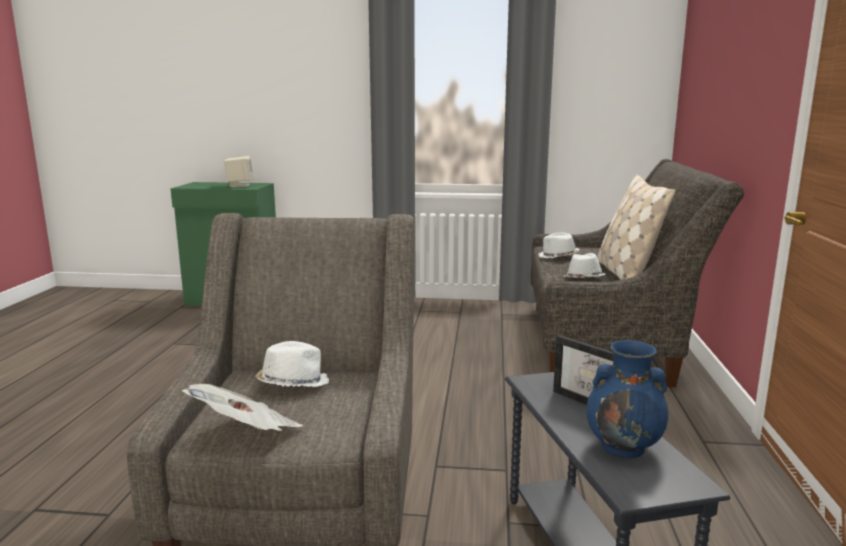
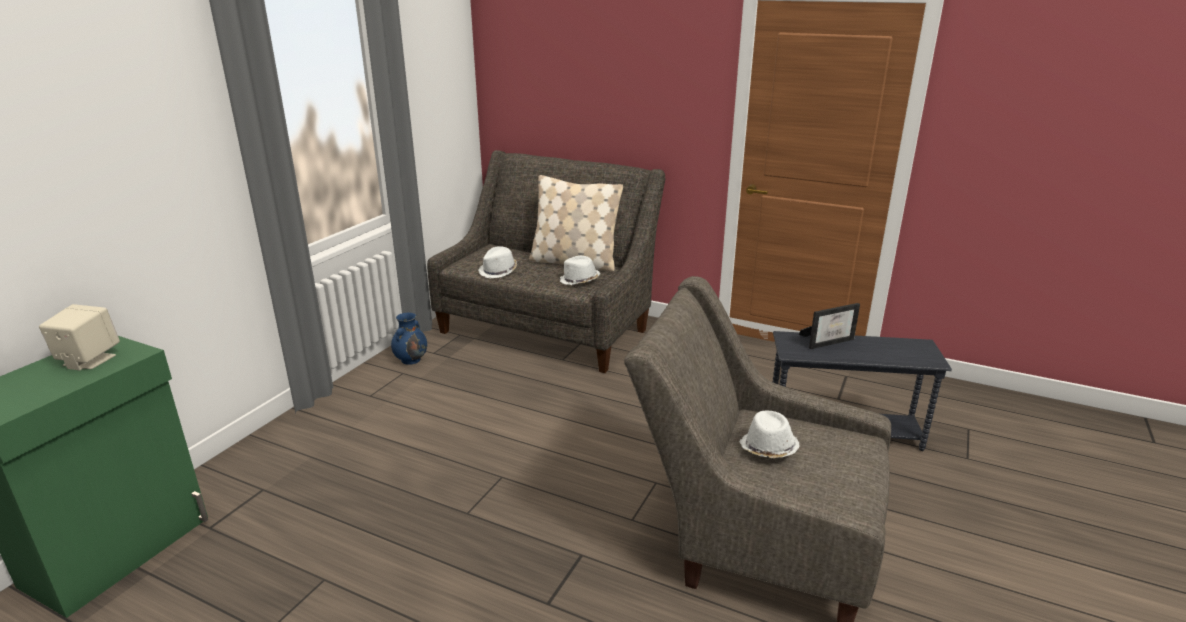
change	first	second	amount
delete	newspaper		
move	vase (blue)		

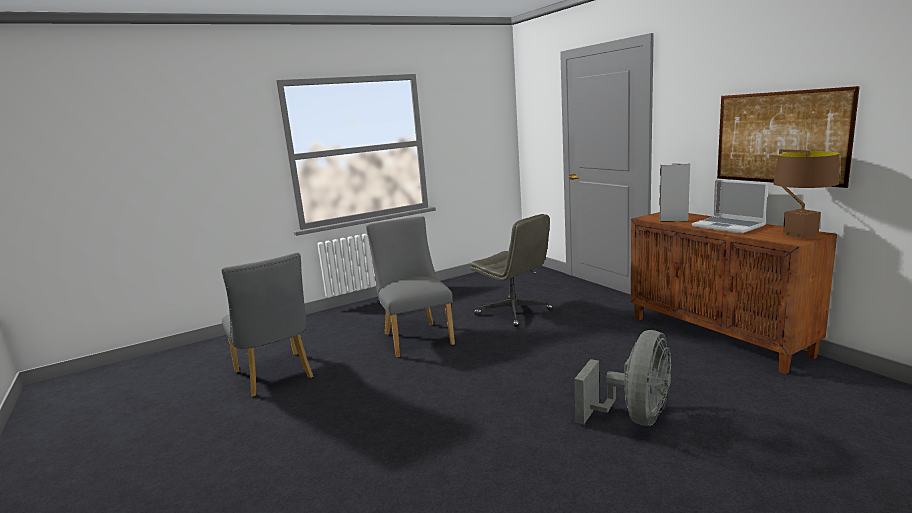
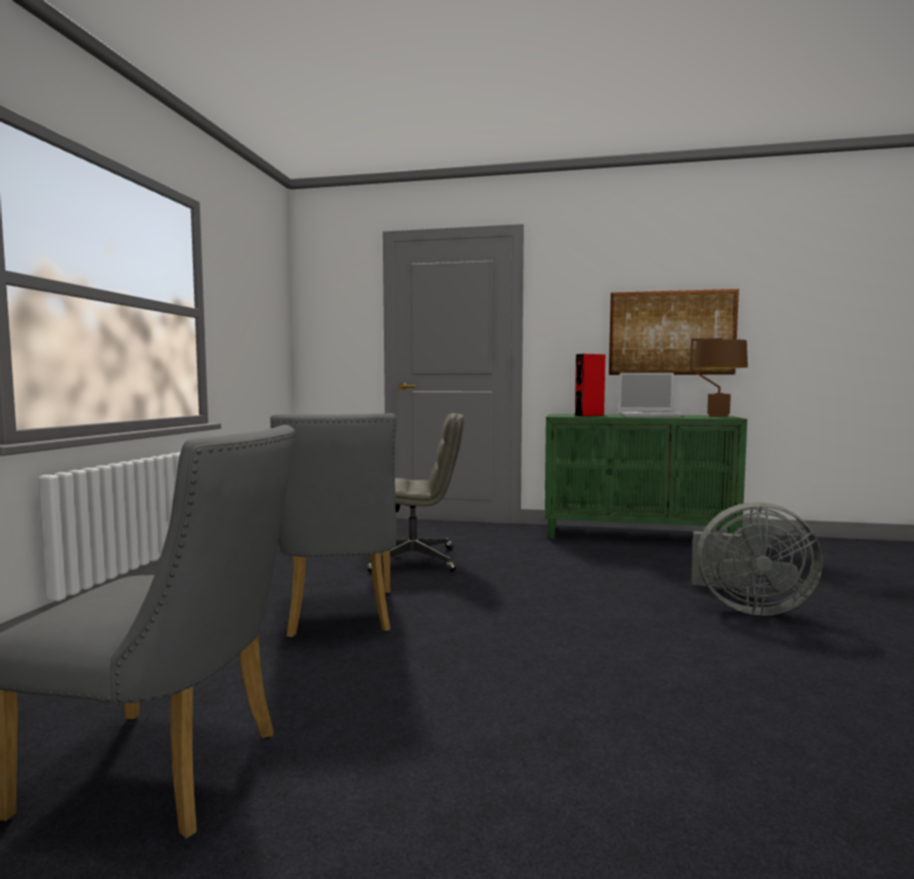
change	first	second	amount
recolor	cabinet (brown)	cabinet (green)	
recolor	speaker (grey)	speaker (red)	
rotate	chair (grey) (2nd from left)		120 degrees counterclockwise
rotate	fan (grey)		120 degrees clockwise

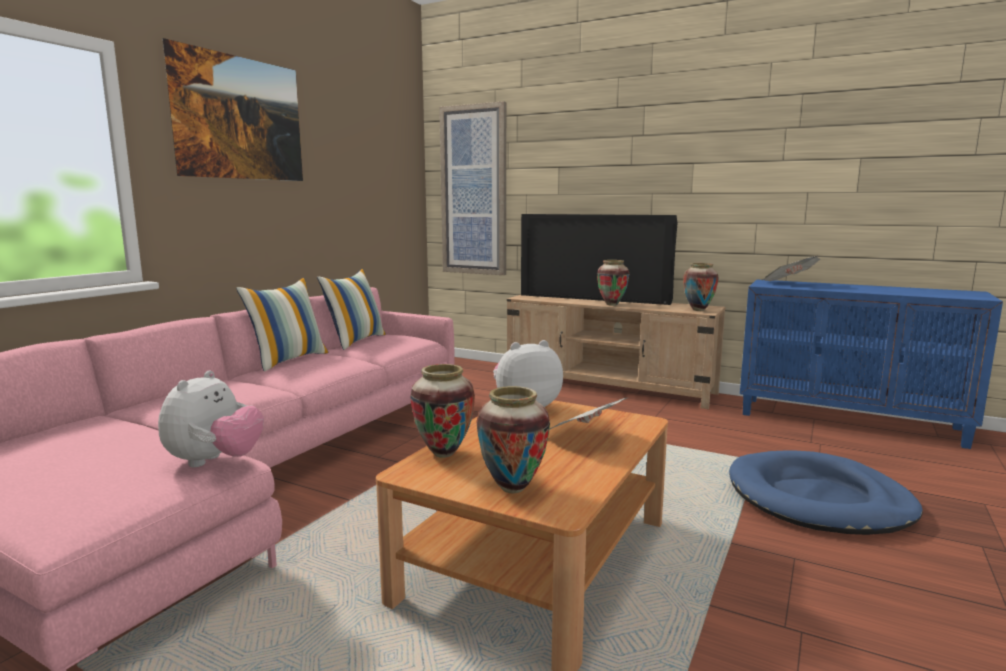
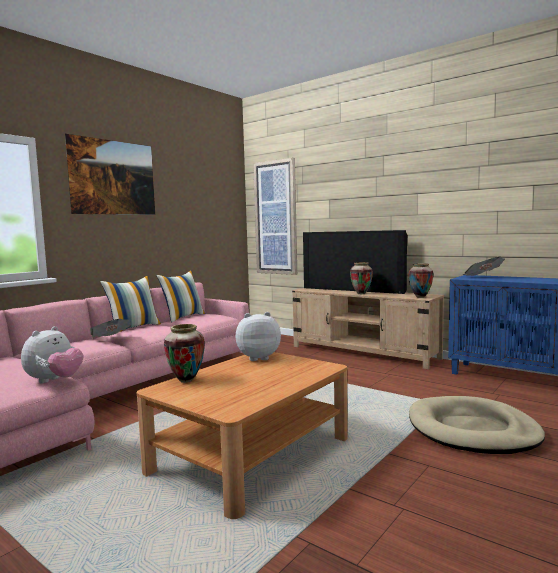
change	first	second	amount
delete	vase (2nd from left)		
move	newspaper (1st from left)		
recolor	dog bed (blue)	dog bed (beige)	

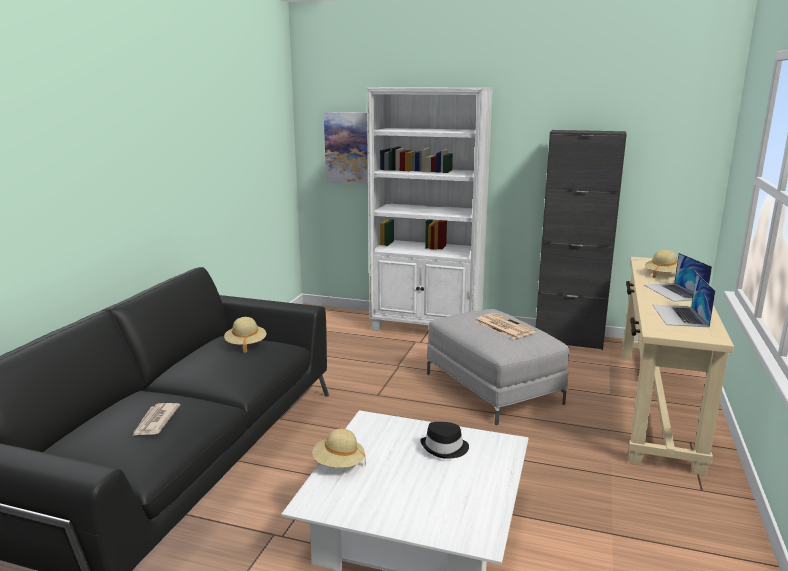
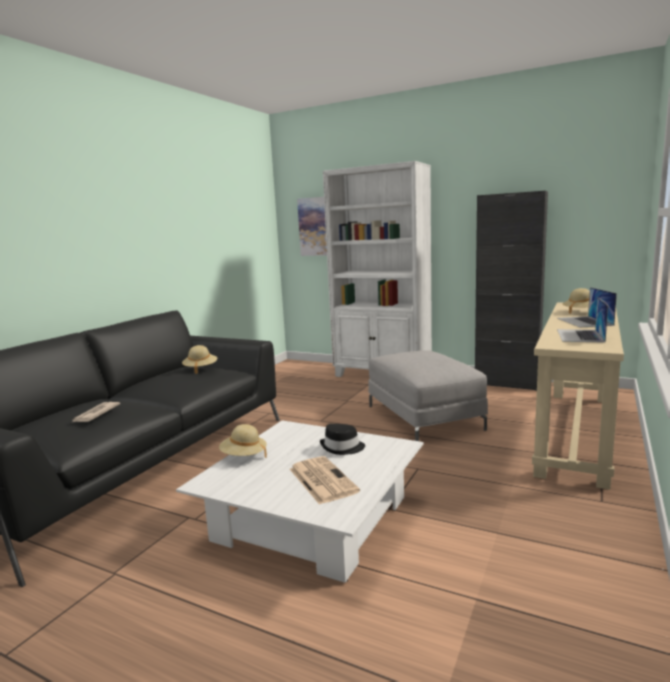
change	first	second	amount
move	newspaper (2nd from left)		

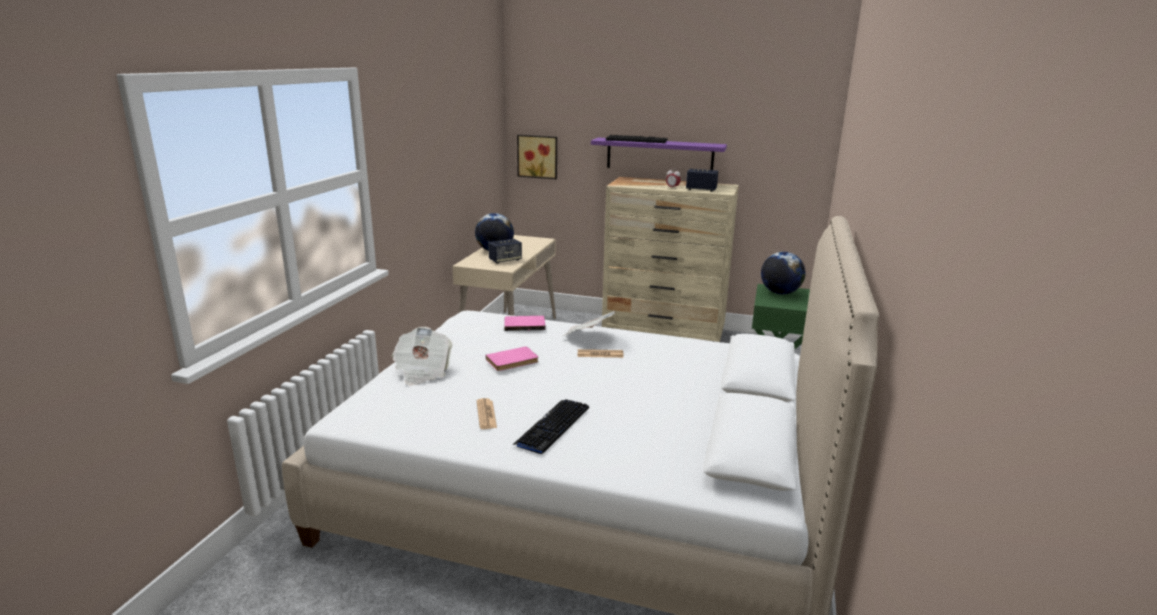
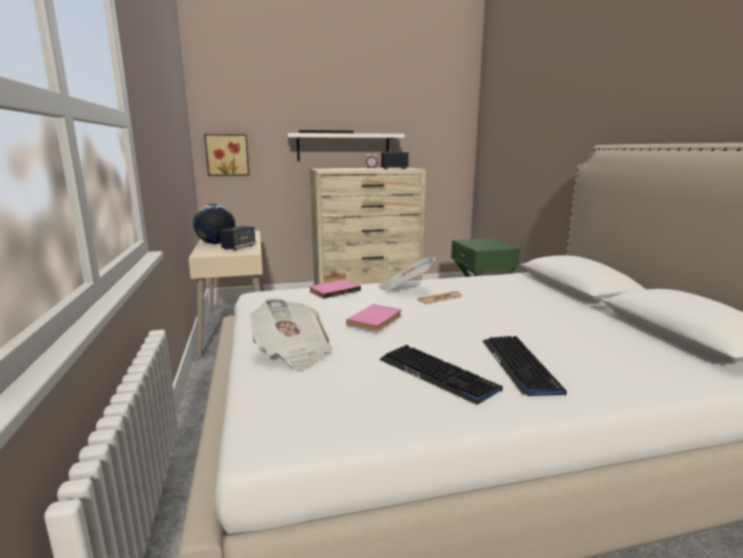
change	first	second	amount
delete	globe (2nd from left)		
replace	newspaper (2nd from left)	keyboard (2nd from left)	
recolor	shelf (purple)	shelf (white)	

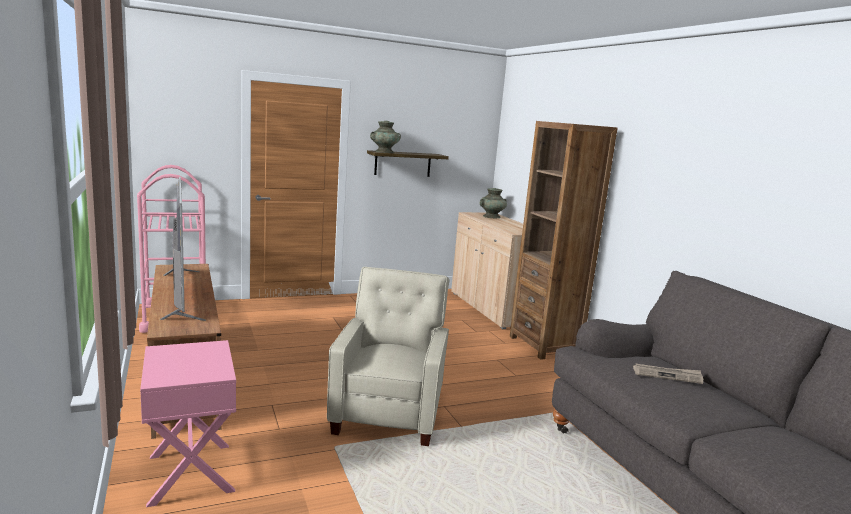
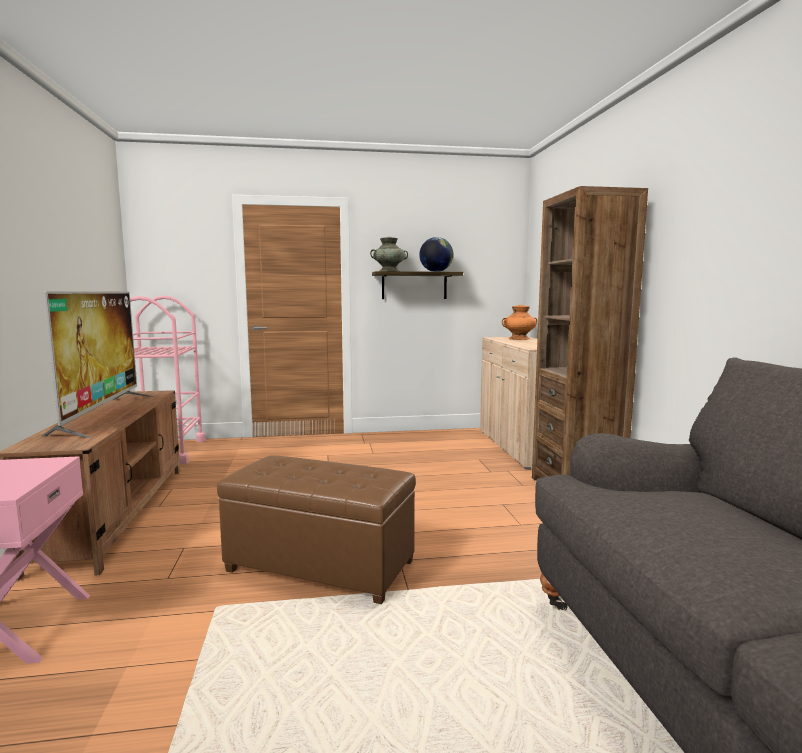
change	first	second	amount
delete	newspaper		
insert		globe	
replace	armchair (beige)	ottoman (brown)	
recolor	vase (turquoise) (2nd from left)	vase (orange)	

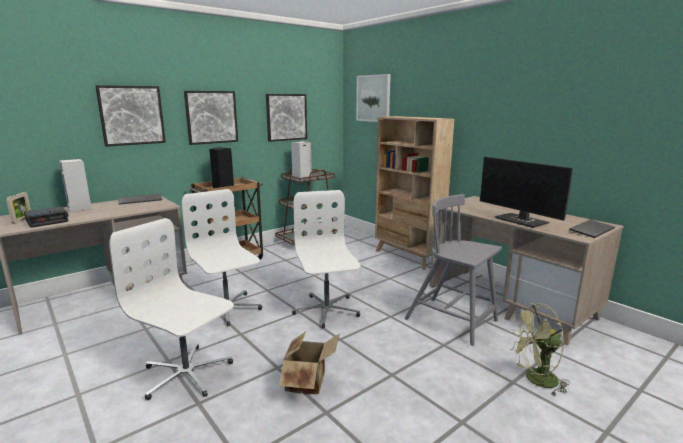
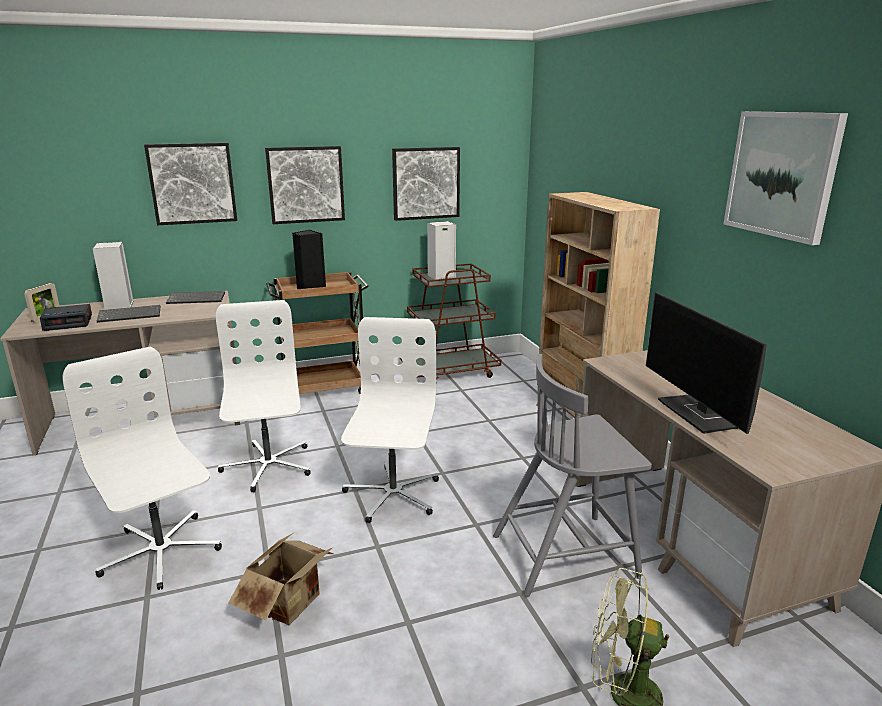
change	first	second	amount
move	picture (4th from left)		
move	keyboard (2nd from left in the first image)	keyboard (1st from left)	
rotate	chair (grey)		75 degrees counterclockwise

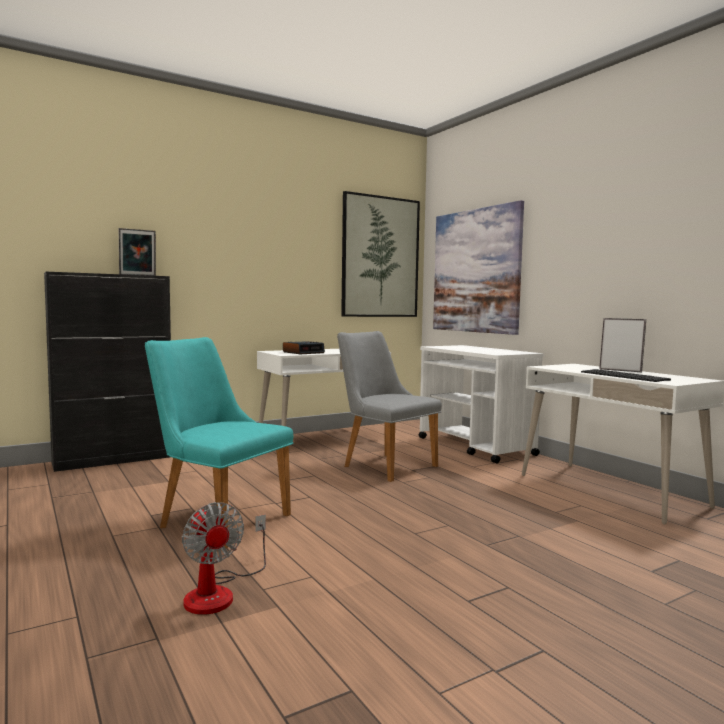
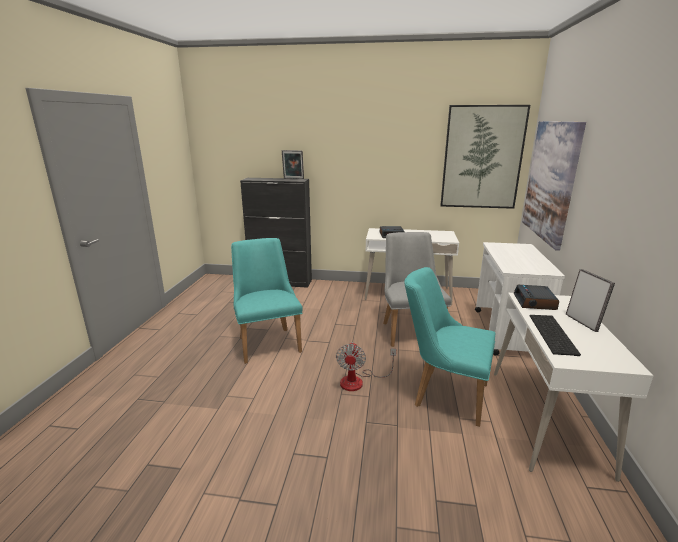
change	first	second	amount
insert		chair (turquoise) (2nd from left)	
insert		alarm clock (2nd from left)	
move	fan		

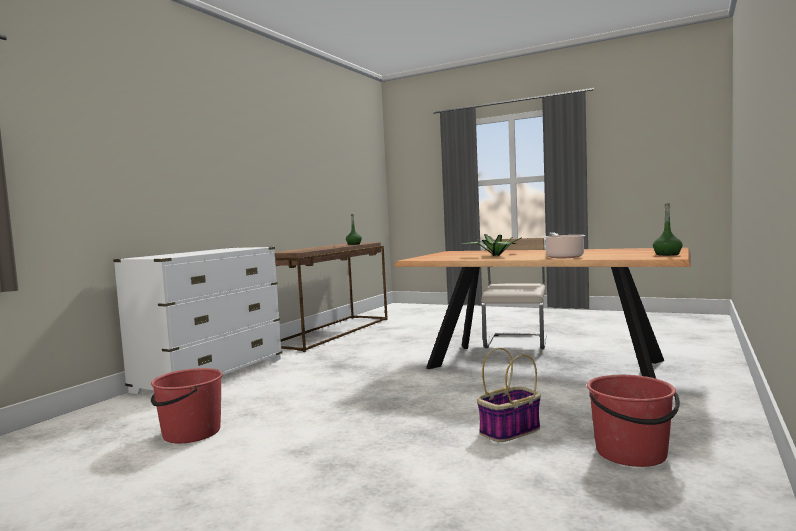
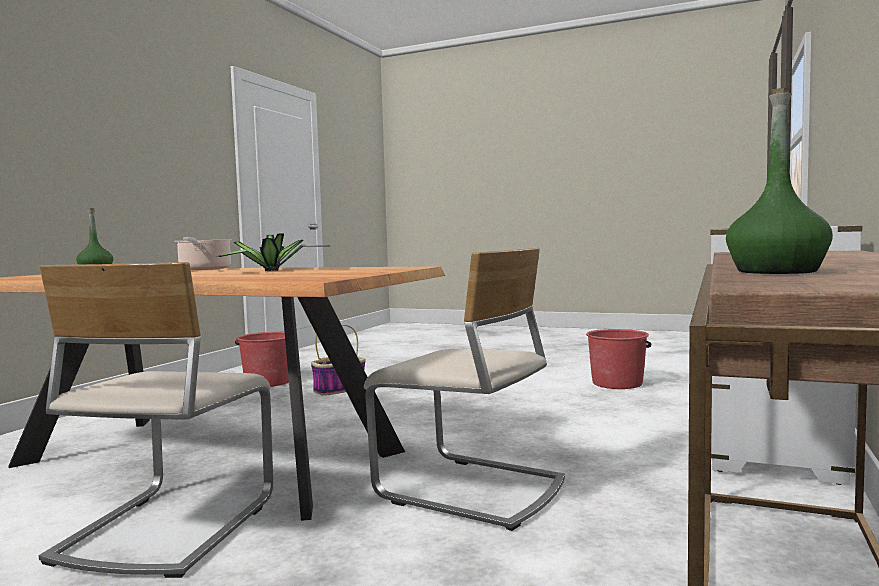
change	first	second	amount
insert		chair (beige) (2nd from left)	

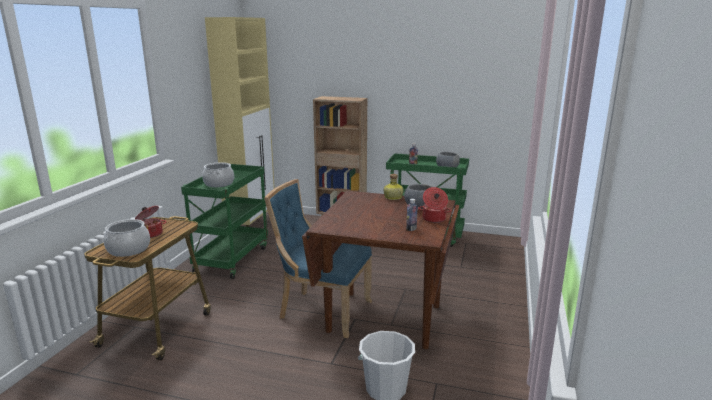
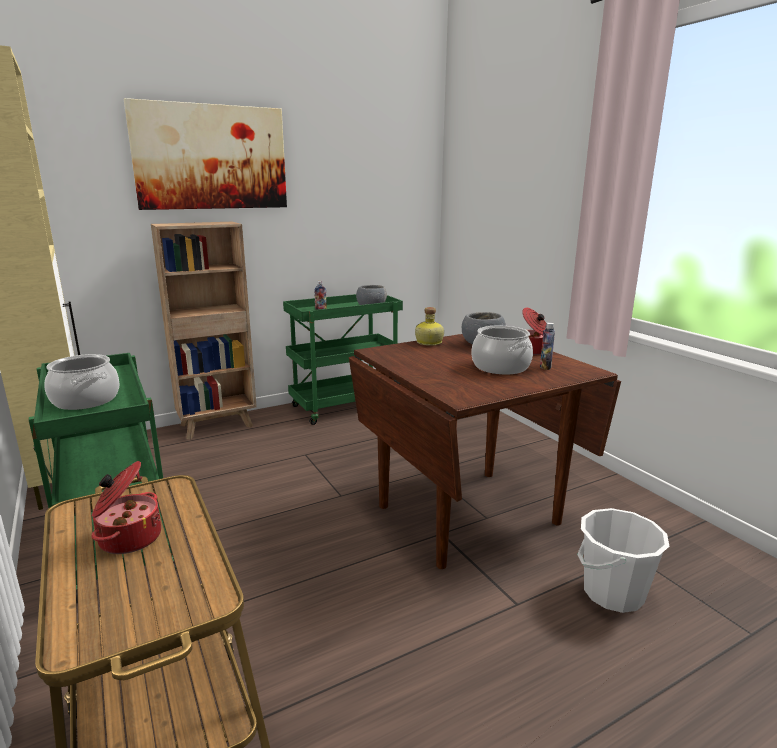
change	first	second	amount
delete	chair (blue)		
insert		picture	
move	cooking pot (1st from left in the first image)	cooking pot (3rd from left)	

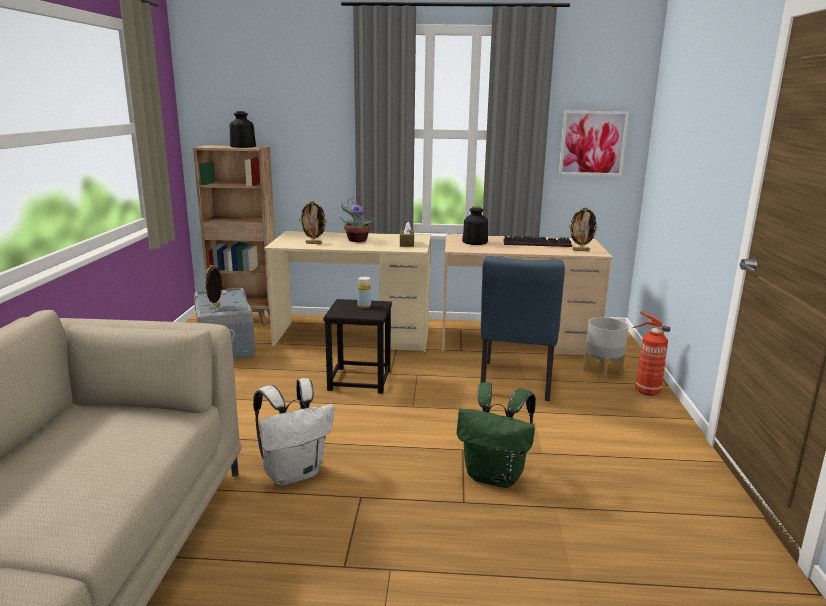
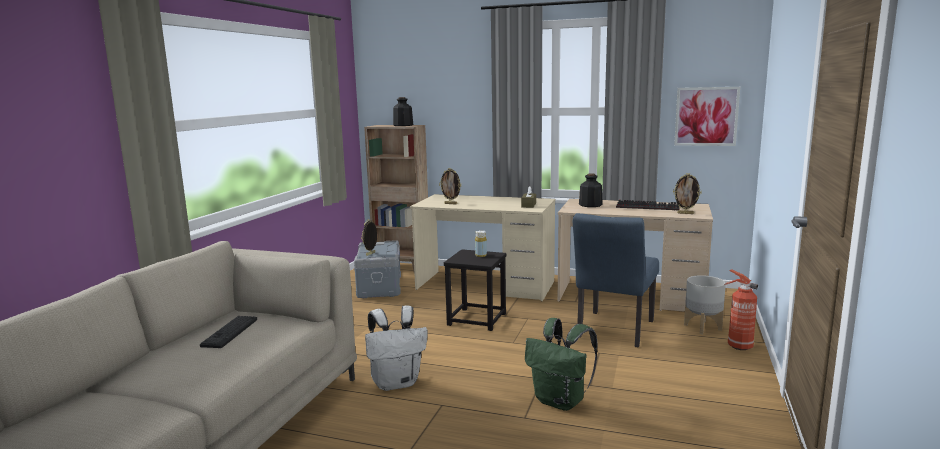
change	first	second	amount
delete	potted plant		
insert		keyboard (1st from left)	

